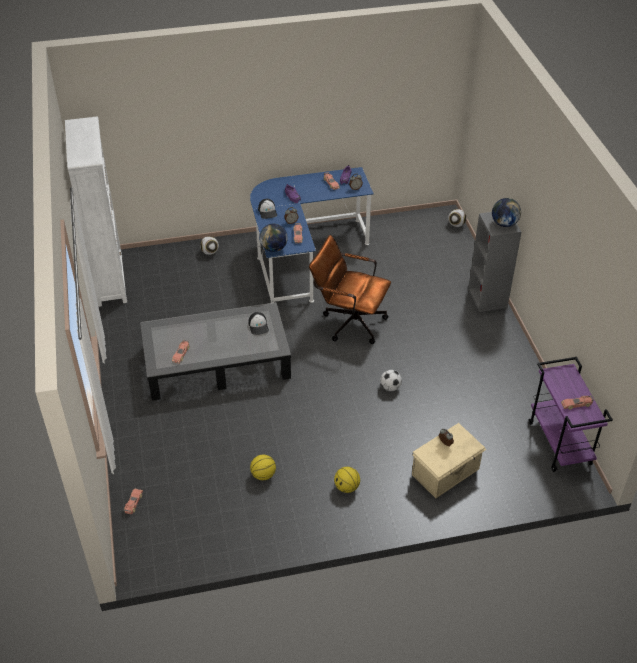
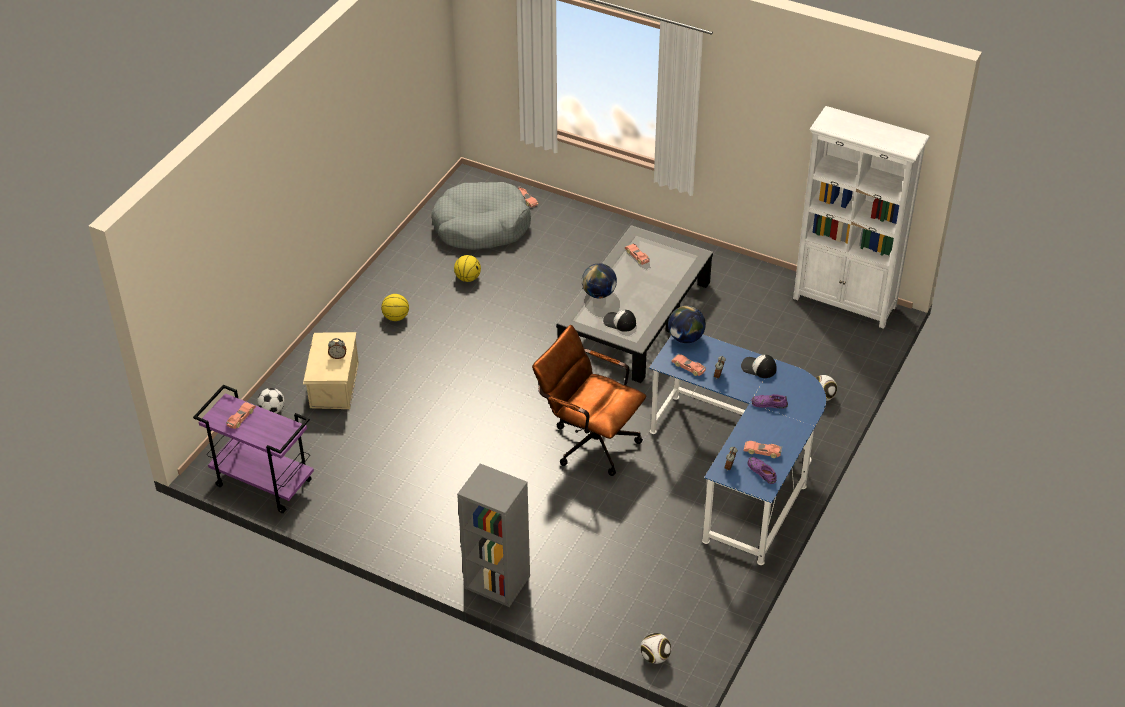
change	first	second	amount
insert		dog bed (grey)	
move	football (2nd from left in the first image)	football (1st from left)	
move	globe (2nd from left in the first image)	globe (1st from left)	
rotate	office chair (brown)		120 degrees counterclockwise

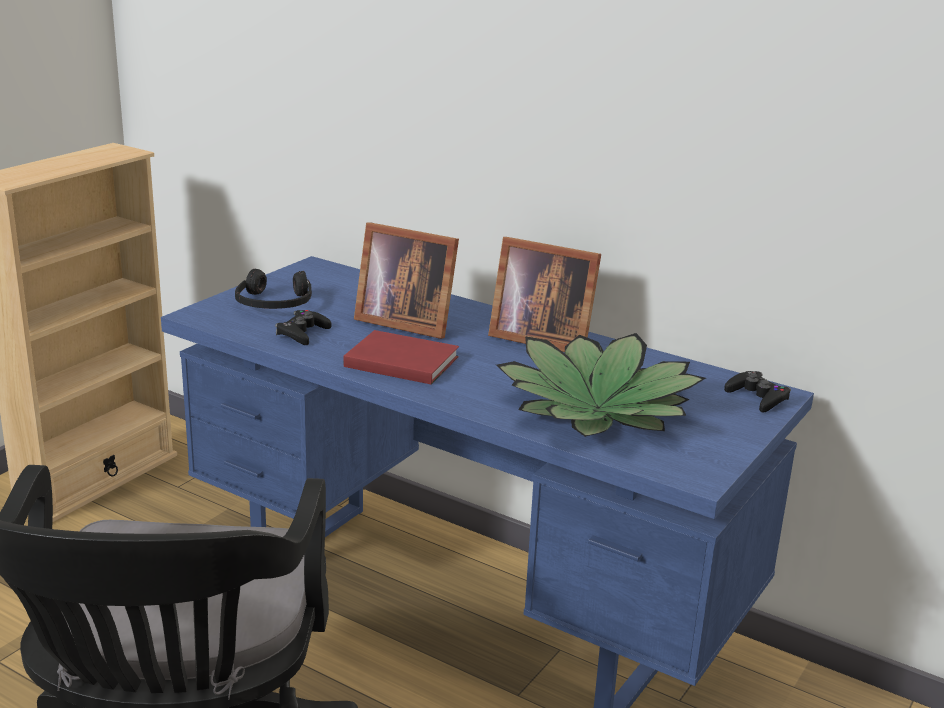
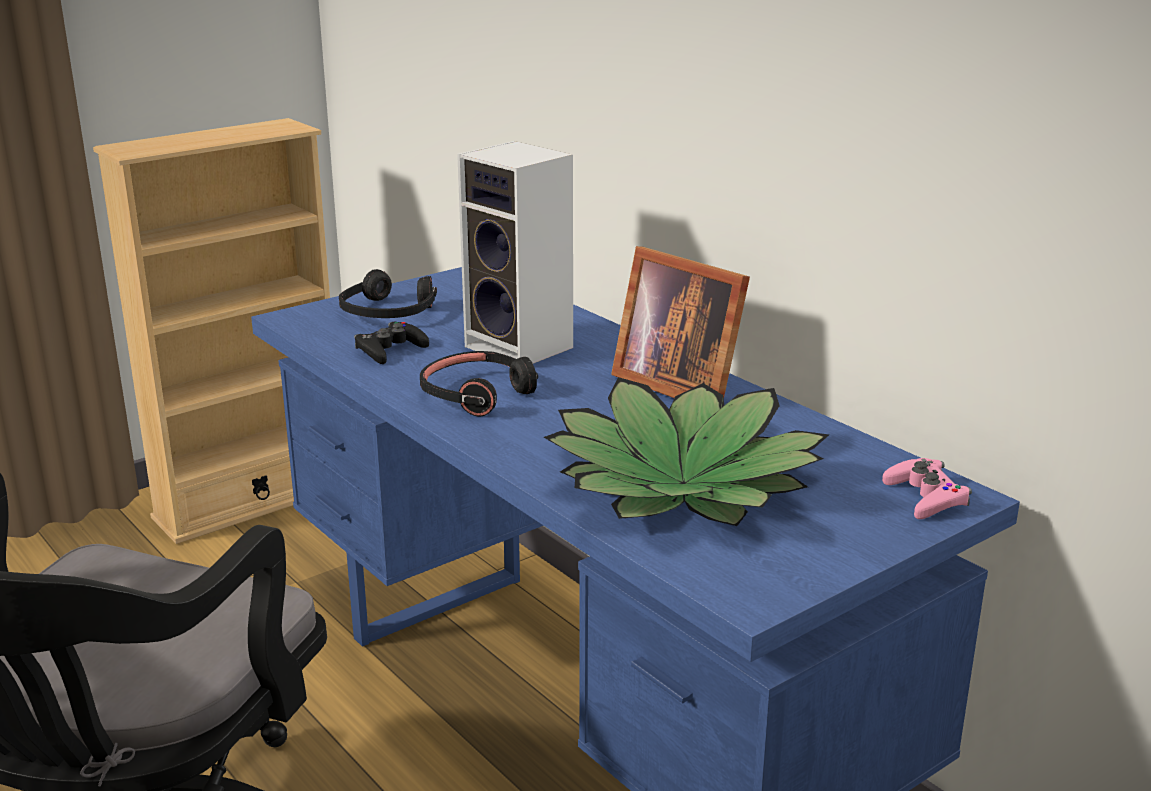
change	first	second	amount
replace	book (red)	headphones (black) (2nd from left)	
replace	picture frame (1st from left)	speaker	
recolor	game controller (black) (2nd from left)	game controller (pink)	

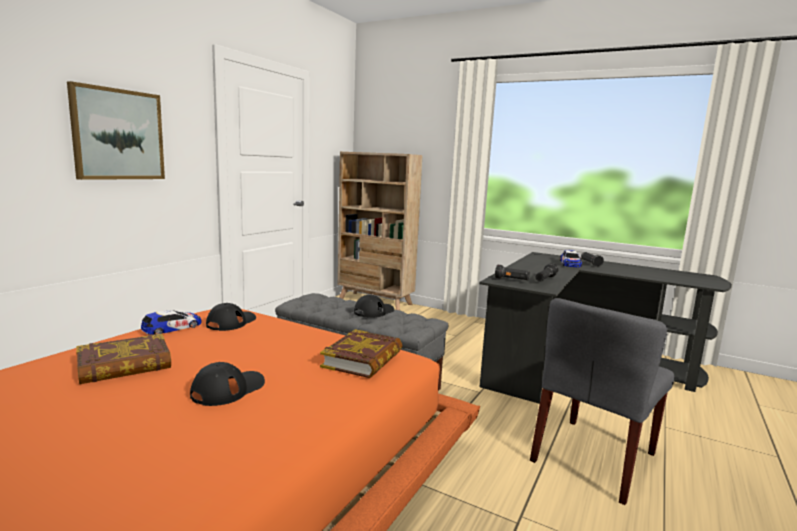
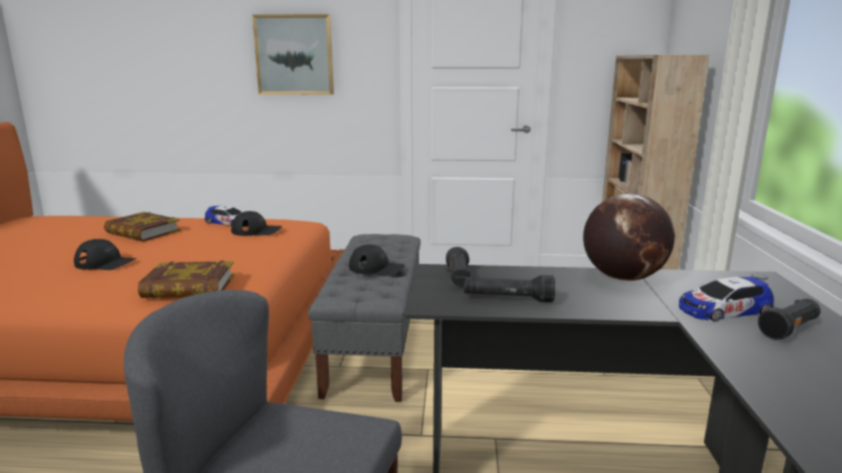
change	first	second	amount
insert		globe	

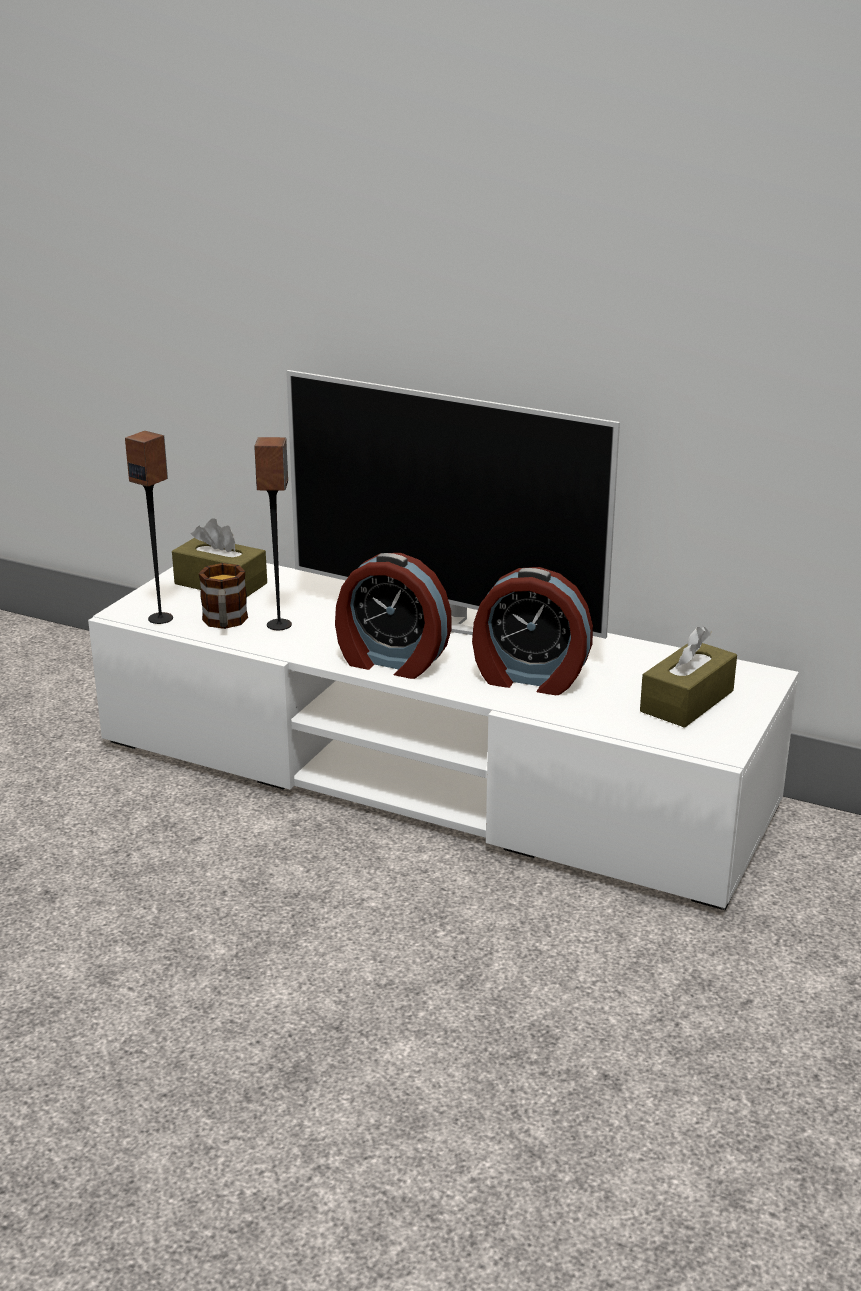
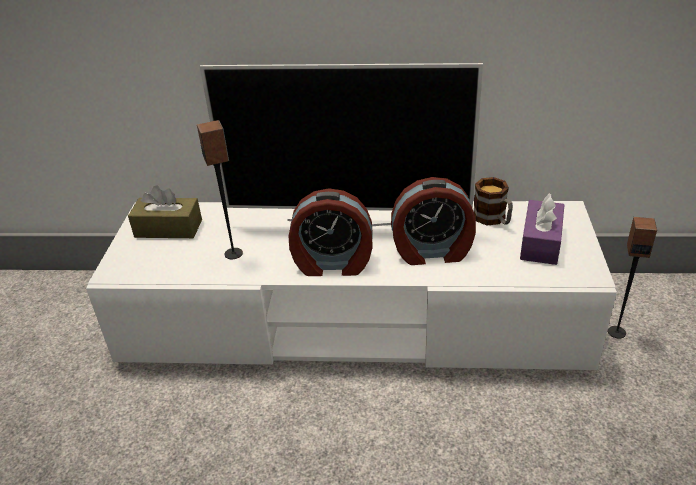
change	first	second	amount
move	speaker (1st from left in the first image)	speaker (2nd from left)	
move	mug		
recolor	tissue box (brown) (2nd from left)	tissue box (purple)	

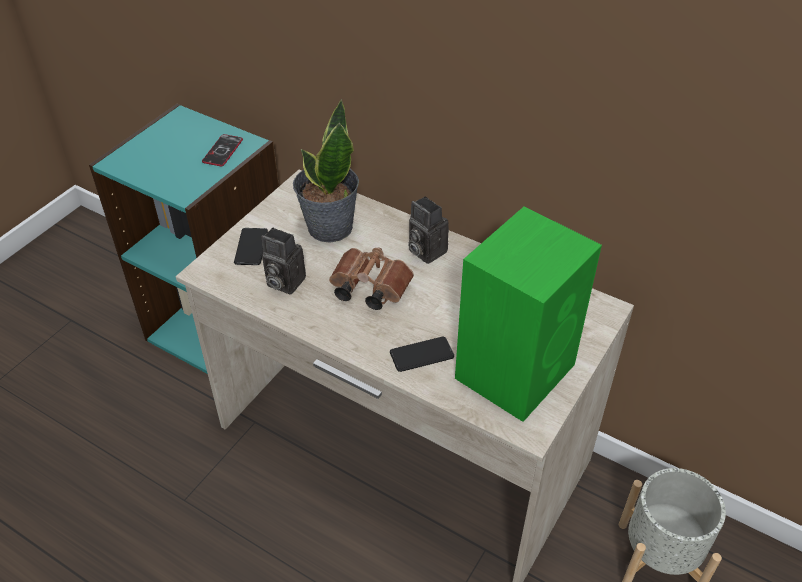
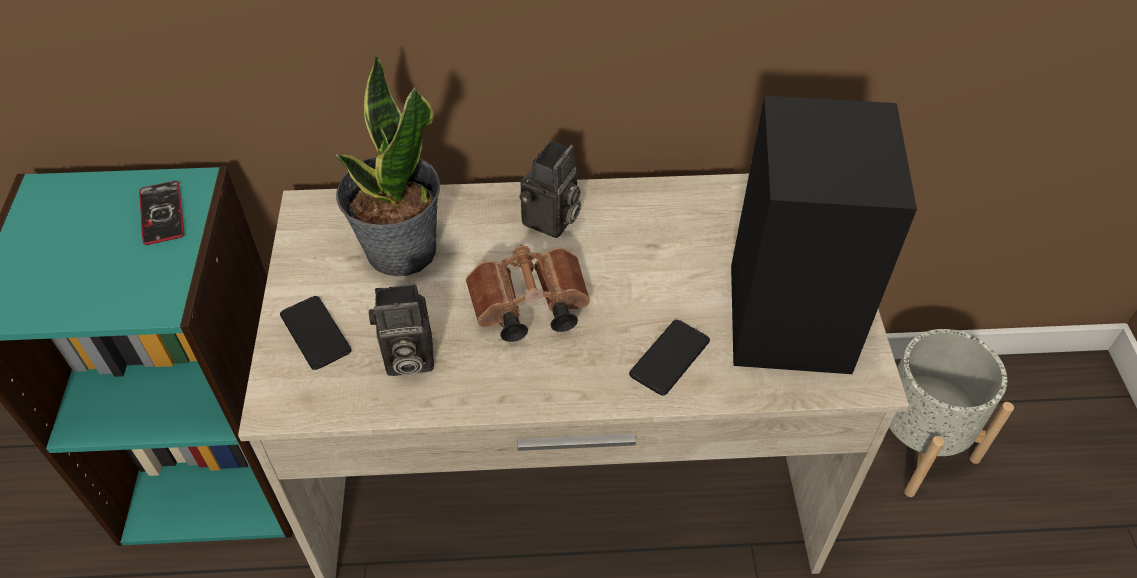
change	first	second	amount
recolor	speaker (green)	speaker (black)	
rotate	photo camera (2nd from left)		75 degrees counterclockwise

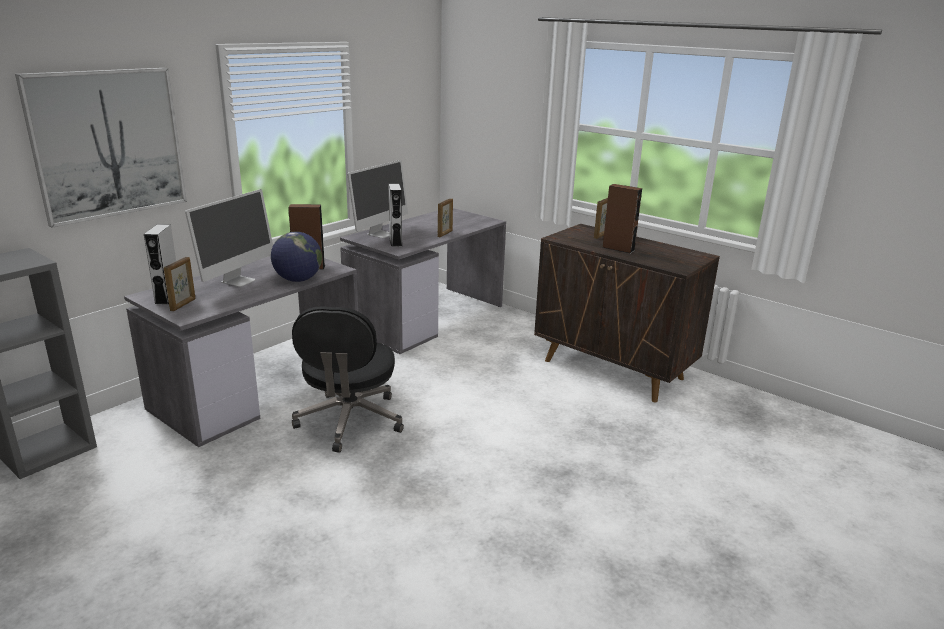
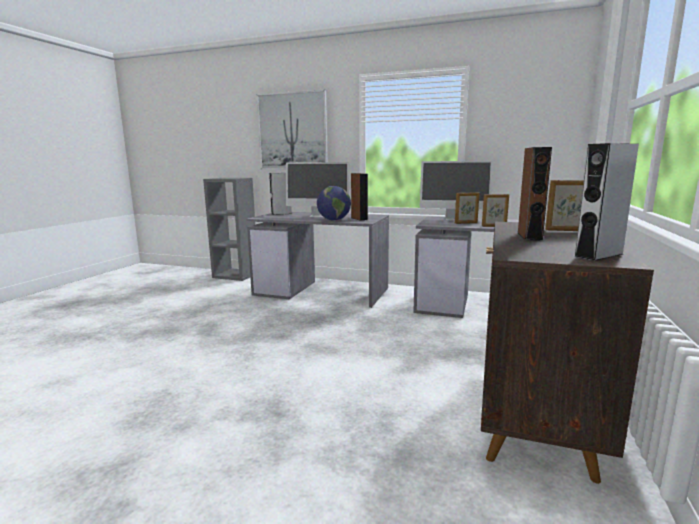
change	first	second	amount
delete	office chair (black)		
move	picture frame (1st from left)		
move	speaker (grey) (2nd from left)		

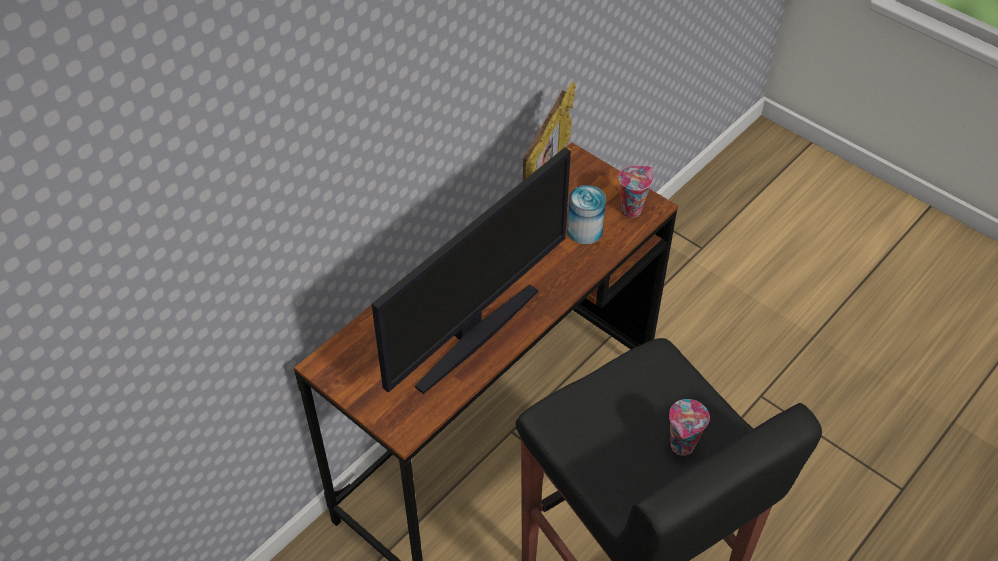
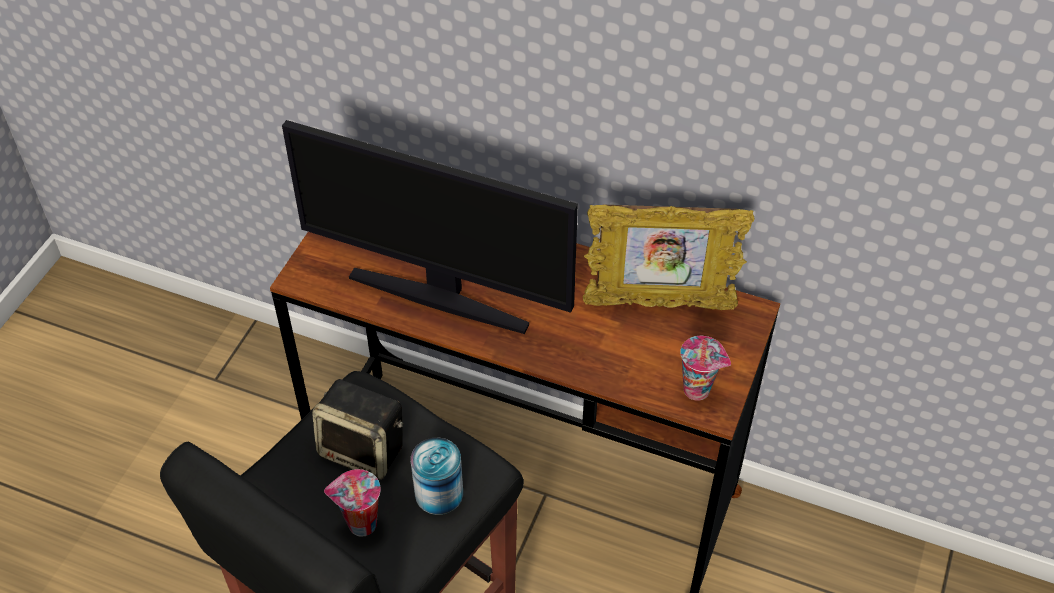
change	first	second	amount
insert		speaker	
move	can		

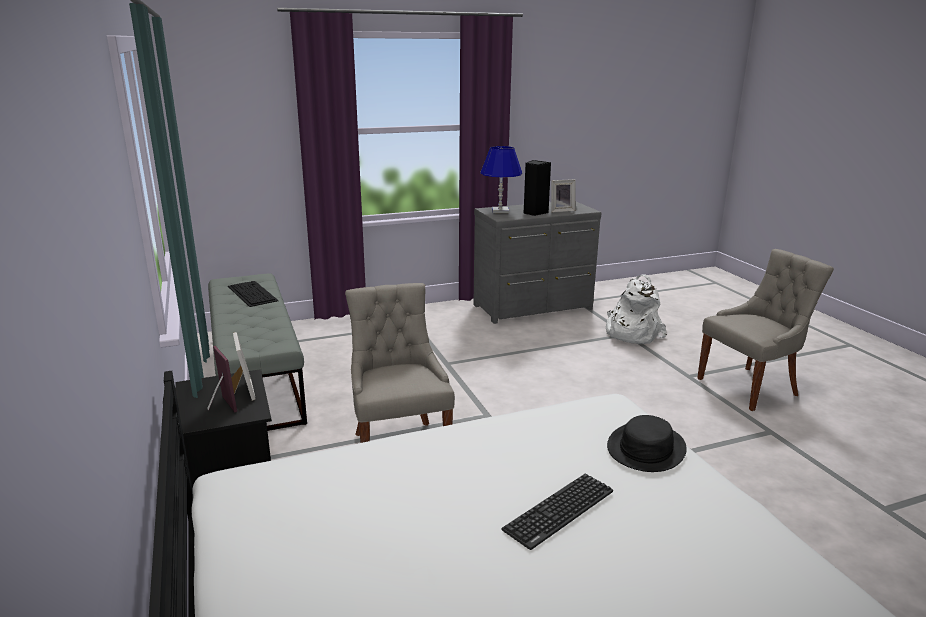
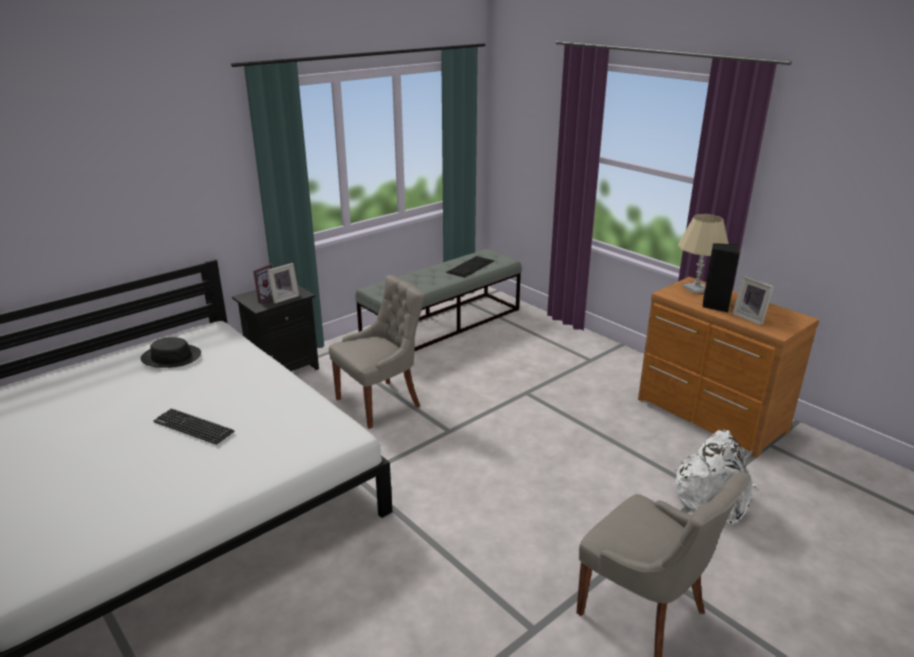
change	first	second	amount
move	hat (black)		
recolor	dresser (grey)	dresser (brown)	
recolor	table lamp (blue)	table lamp (beige)	

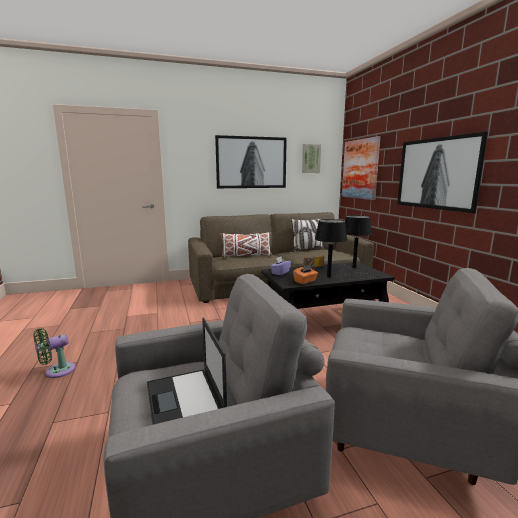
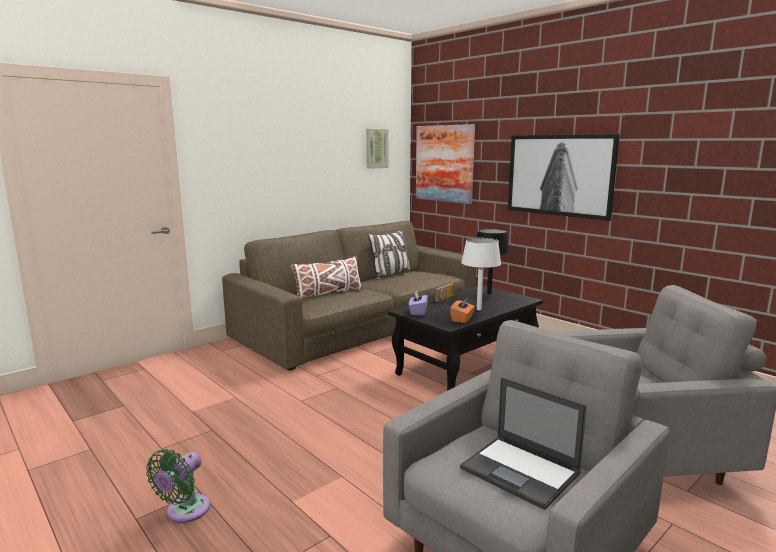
change	first	second	amount
delete	picture (1st from left)		
recolor	table lamp (black) (1st from left)	table lamp (white)	

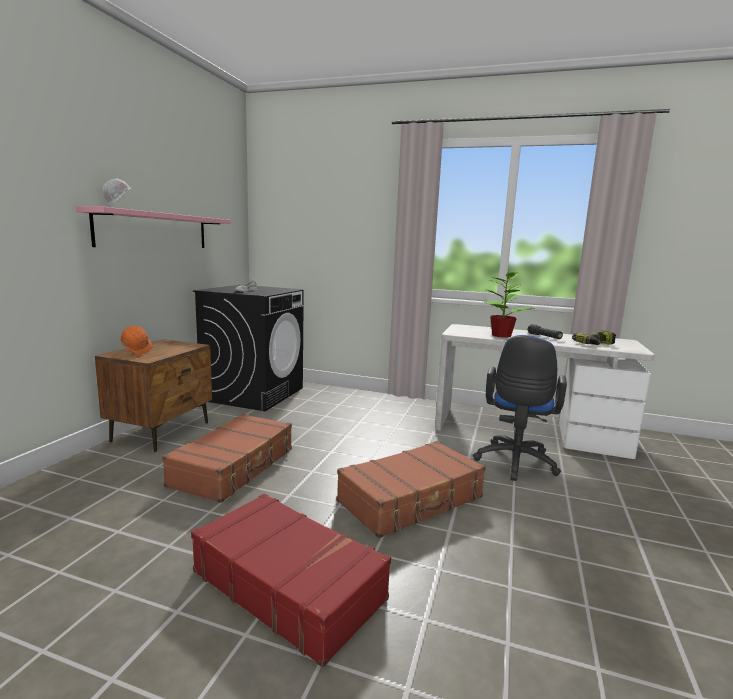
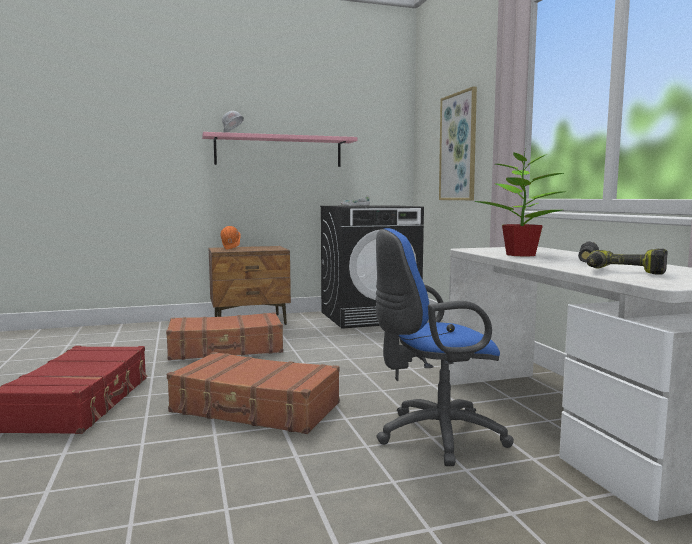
change	first	second	amount
insert		picture	

